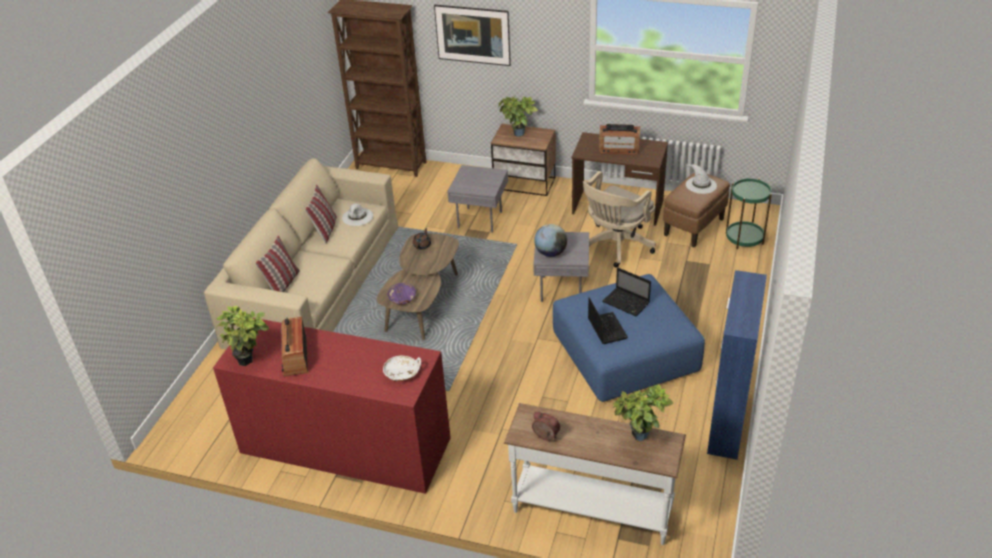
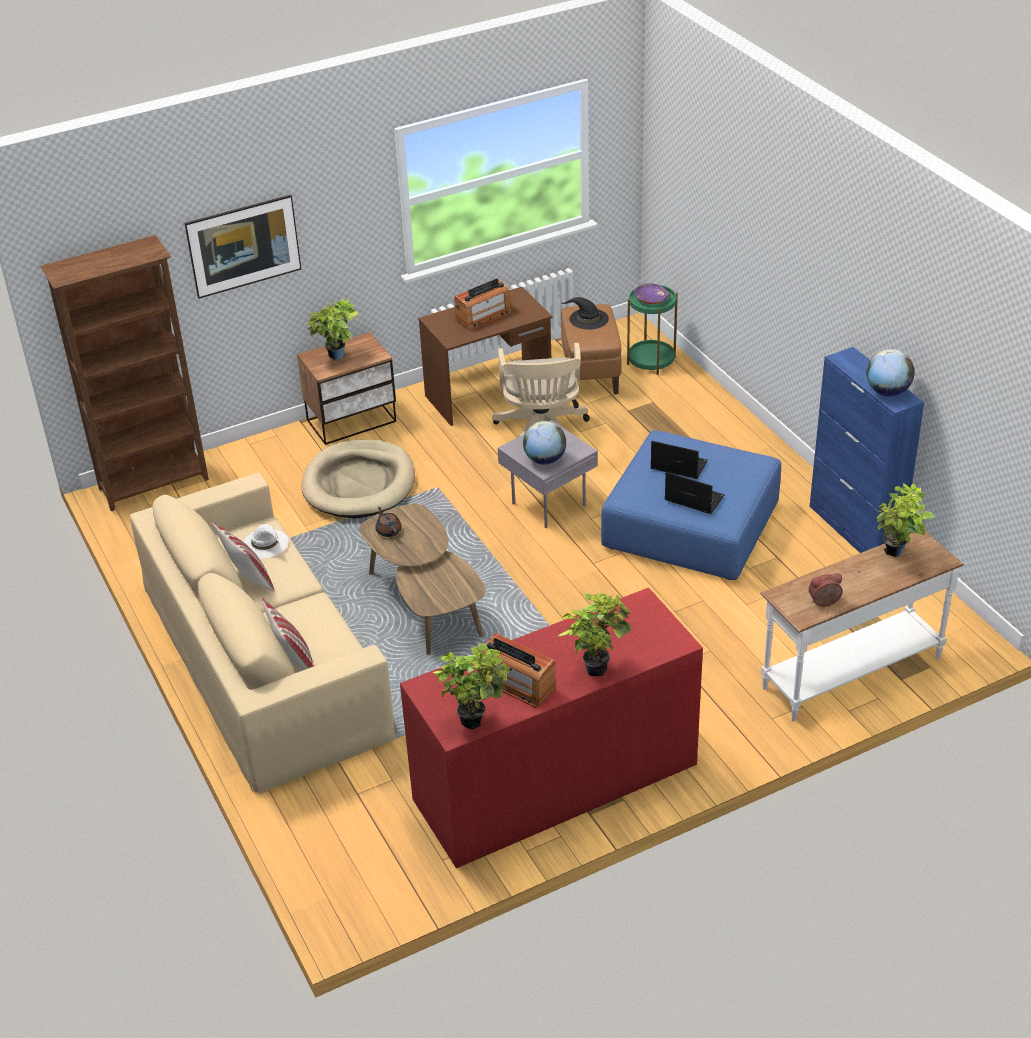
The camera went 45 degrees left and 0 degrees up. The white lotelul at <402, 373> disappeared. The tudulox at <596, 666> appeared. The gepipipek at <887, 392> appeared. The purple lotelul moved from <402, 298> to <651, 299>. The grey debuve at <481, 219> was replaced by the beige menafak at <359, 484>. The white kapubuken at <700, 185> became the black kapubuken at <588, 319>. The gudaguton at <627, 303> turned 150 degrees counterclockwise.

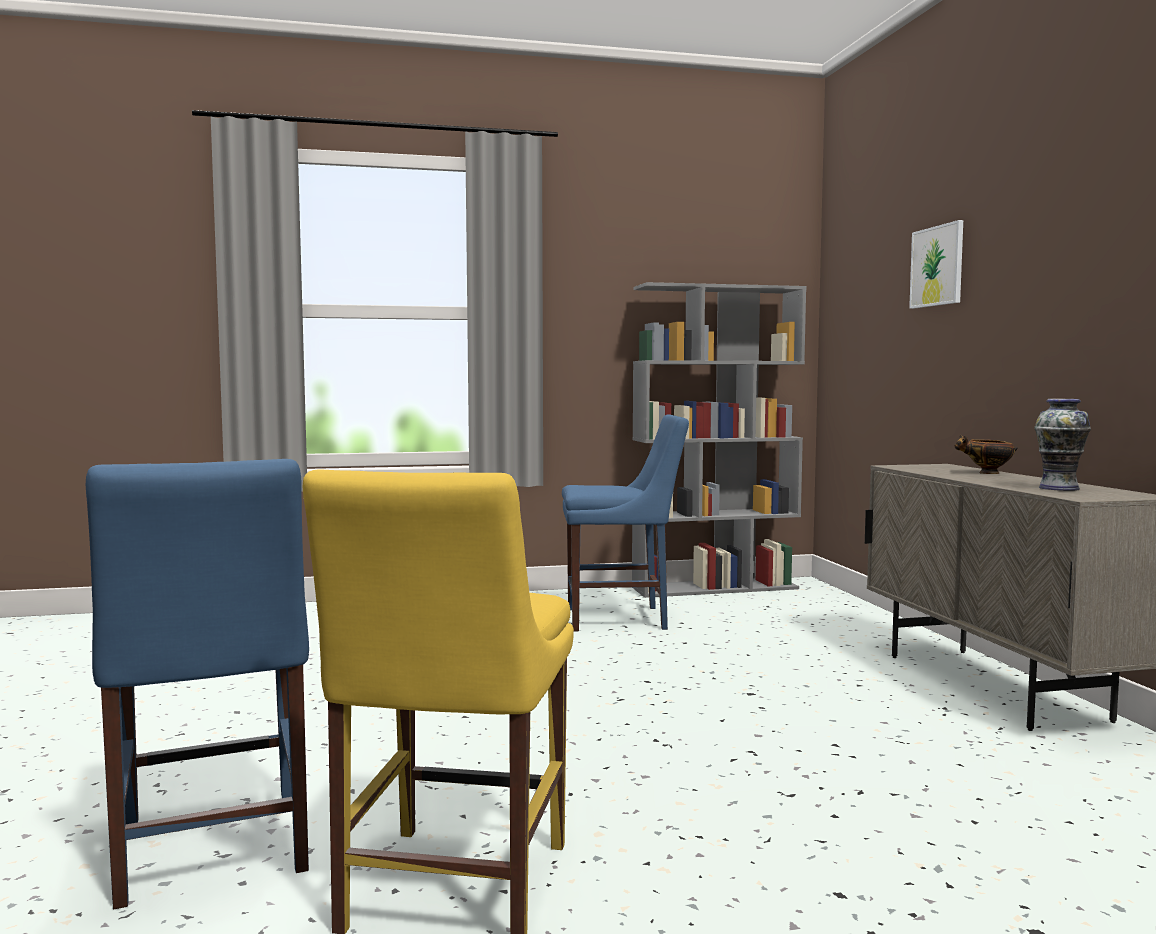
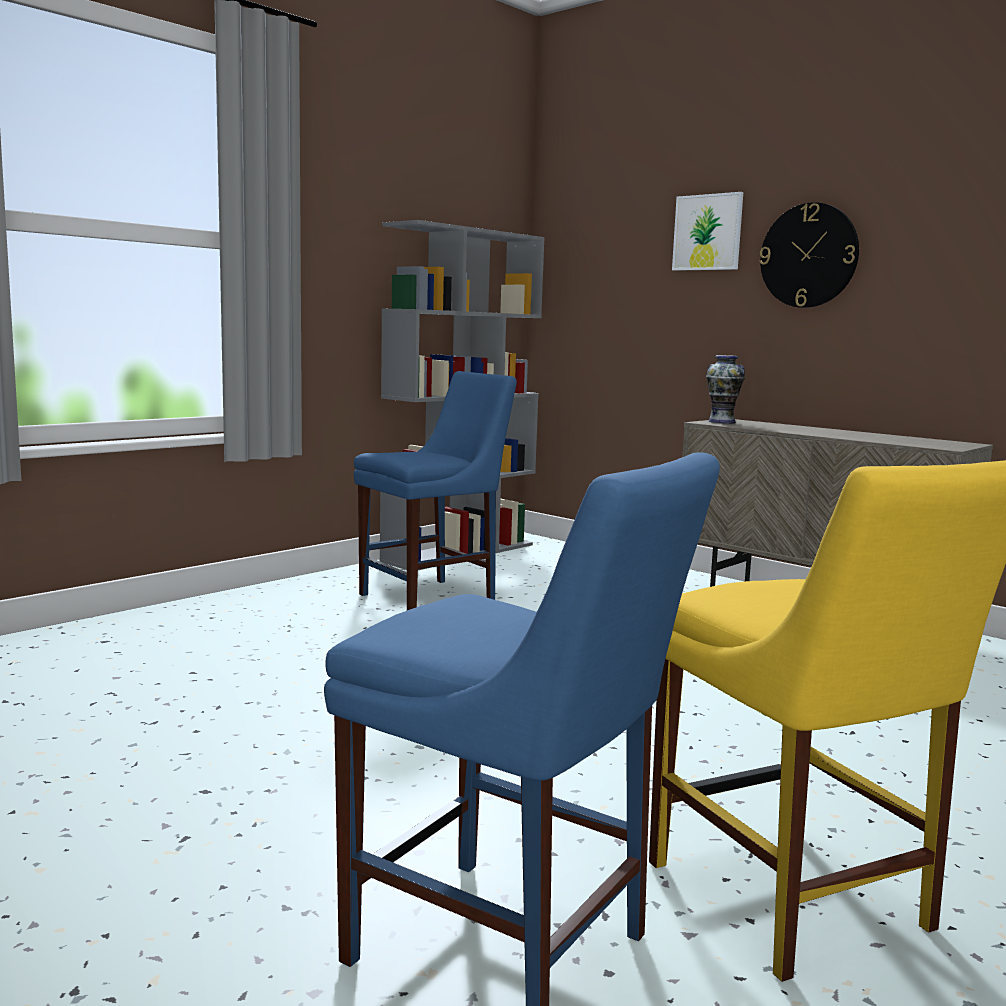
The camera went 35 degrees left and 5 degrees up. The lotelul at <987, 473> disappeared. The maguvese at <809, 255> appeared. The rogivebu moved from <1059, 488> to <722, 422>.

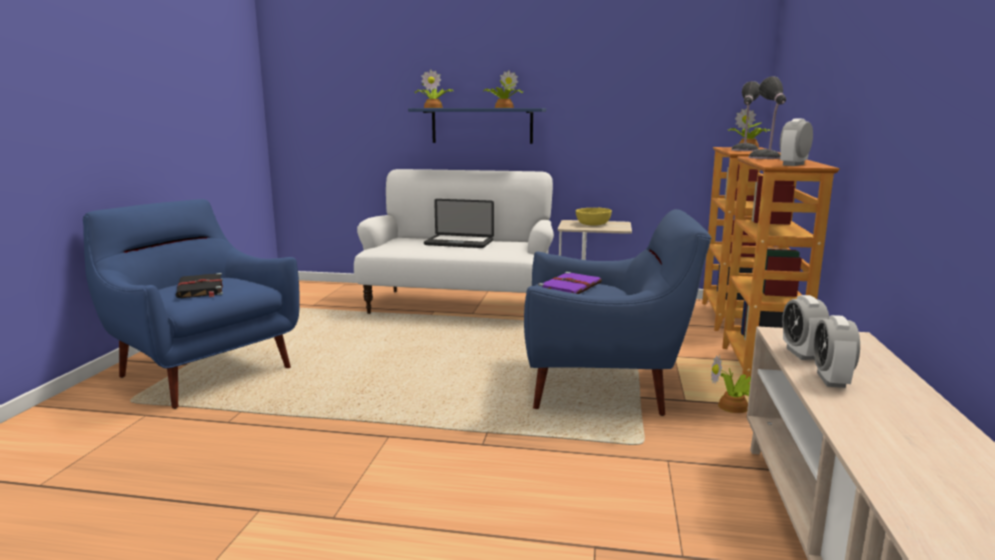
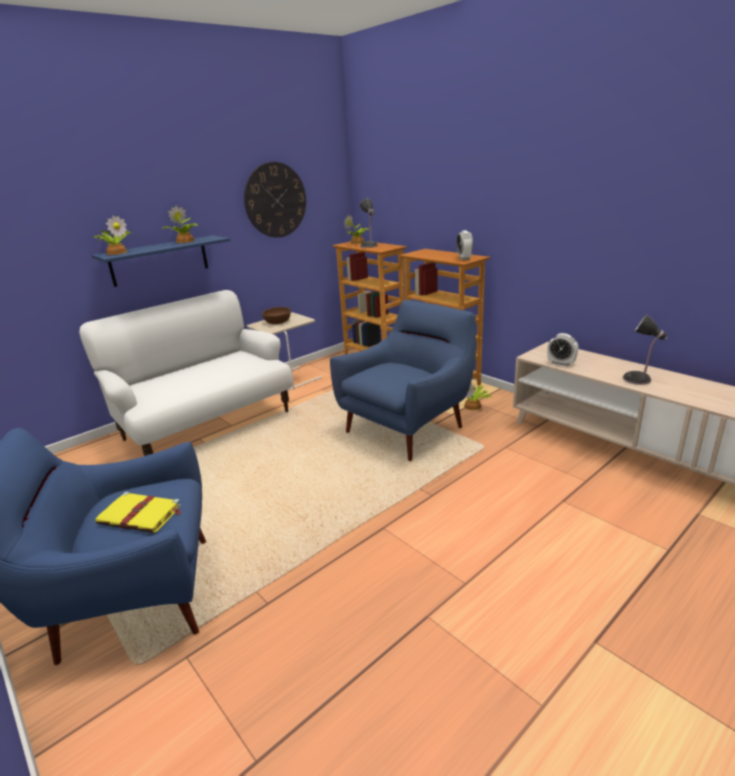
The camera went 50 degrees left and 10 degrees up. The gudaguton at <459, 243> disappeared. The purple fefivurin at <570, 287> disappeared. The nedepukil at <831, 380> disappeared. The maguvese at <275, 200> appeared. The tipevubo moved from <765, 158> to <638, 379>. The black fefivurin at <200, 289> became the yellow fefivurin at <141, 515>. The yellow lotelul at <592, 224> became the brown lotelul at <277, 322>.

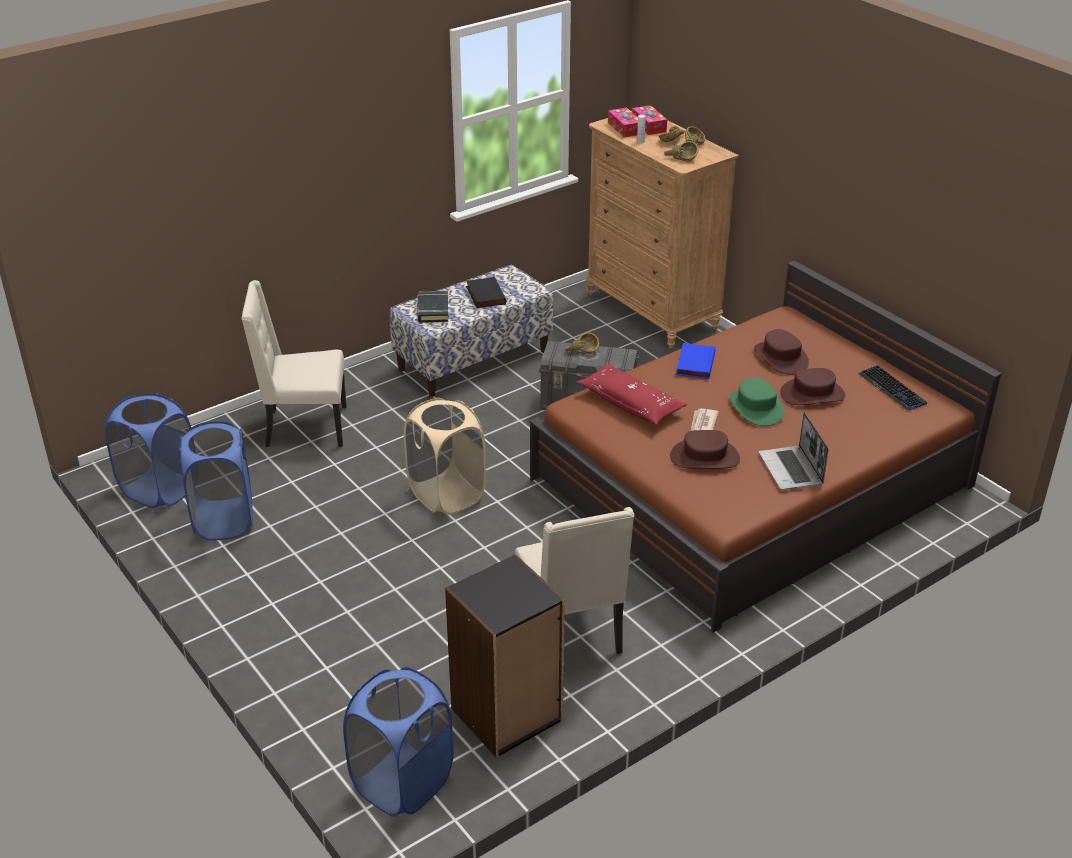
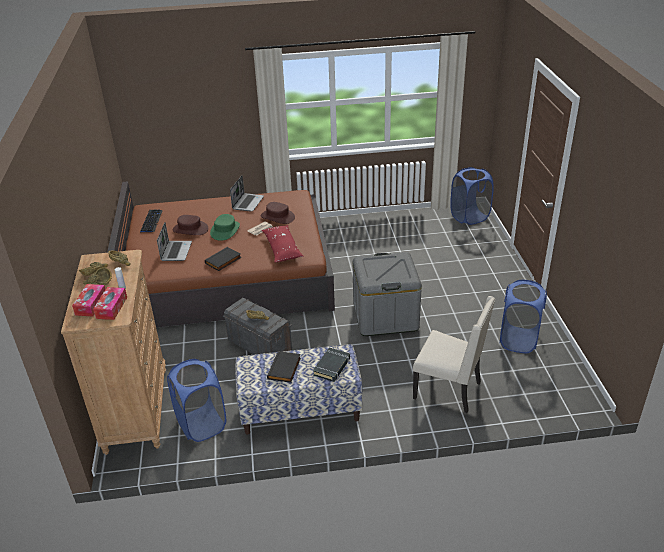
The camera went 150 degrees left and 0 degrees up. The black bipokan at <507, 715> disappeared. The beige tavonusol at <572, 632> disappeared. The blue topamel moved from <159, 489> to <201, 424>. The beige topamel at <446, 494> was replaced by the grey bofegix at <385, 316>. The brown kapubuken at <781, 357> was replaced by the gudaguton at <176, 251>. The blue fefivurin at <694, 363> became the black fefivurin at <223, 261>.

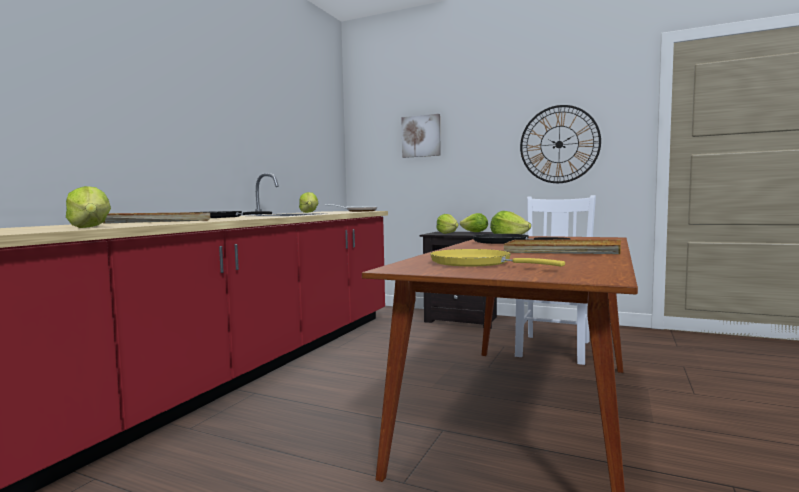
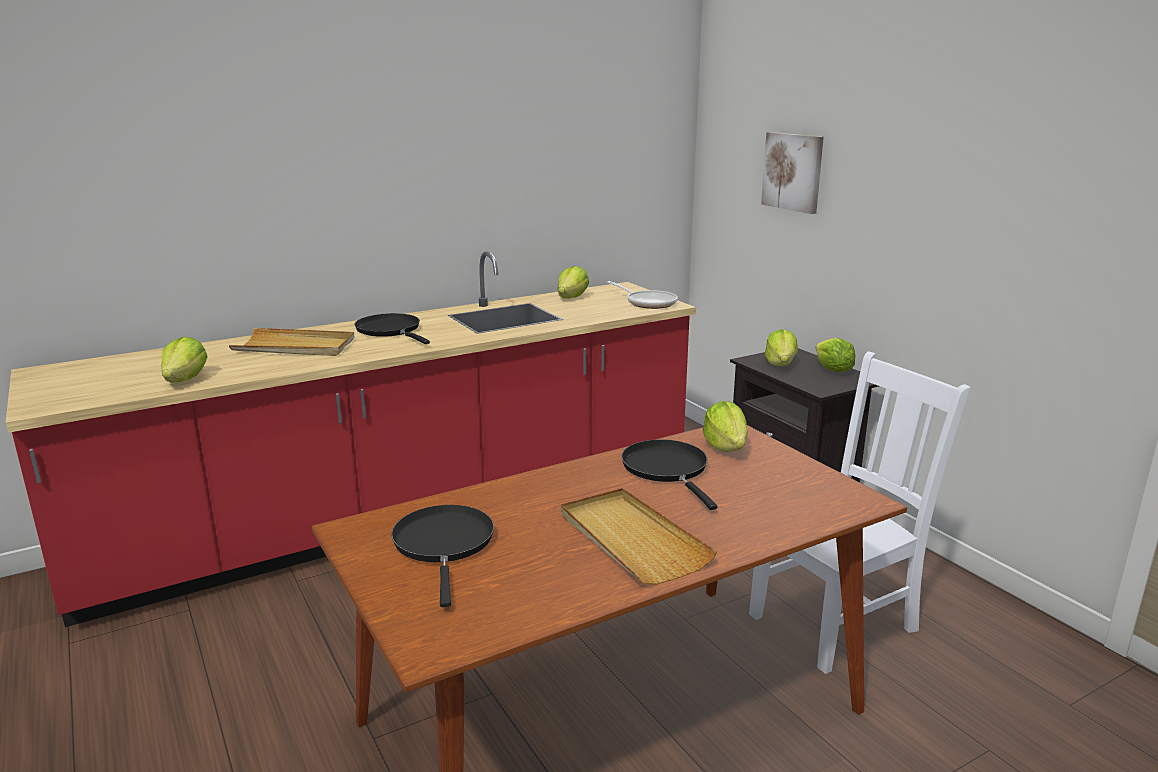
The camera went 35 degrees right and 15 degrees up. The maguvese at <559, 144> disappeared. The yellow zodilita at <476, 263> became the black zodilita at <444, 544>.

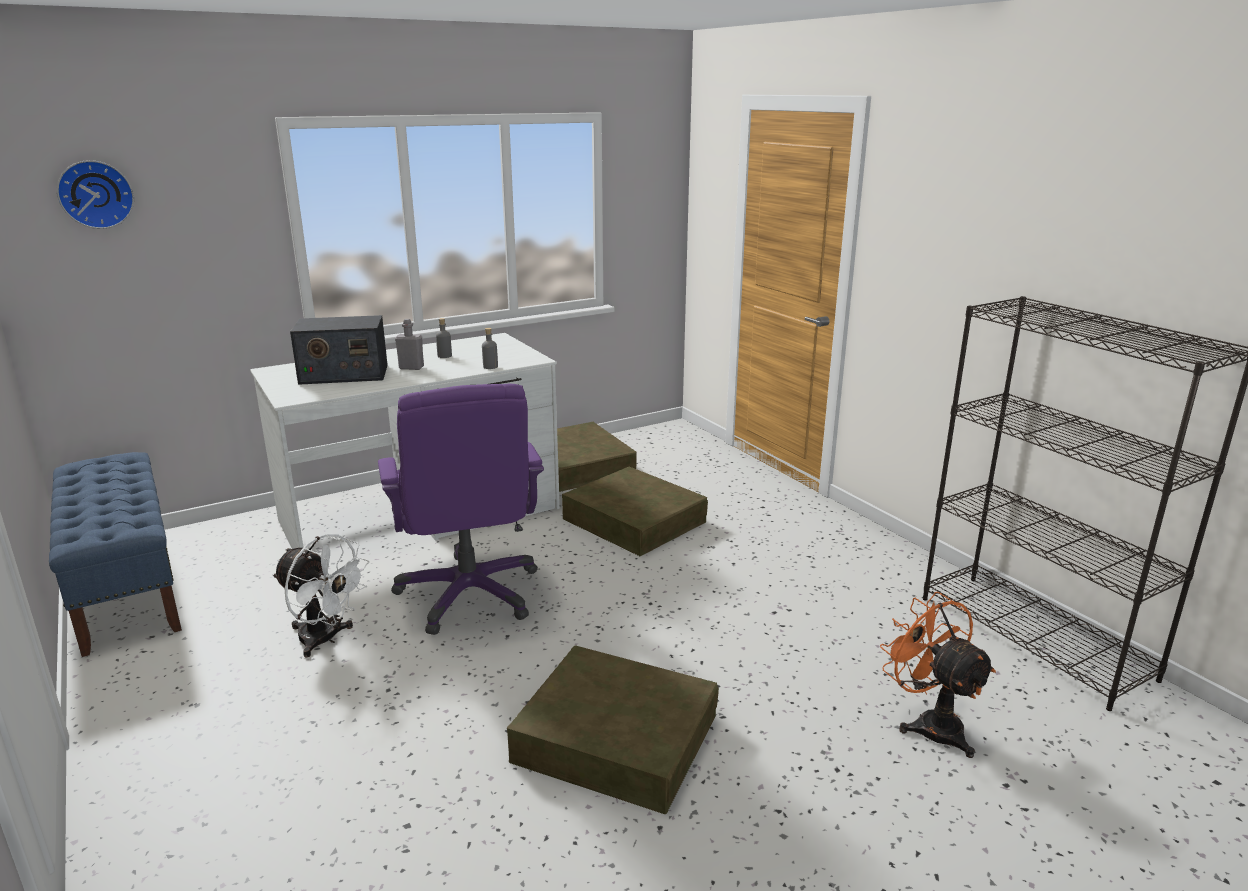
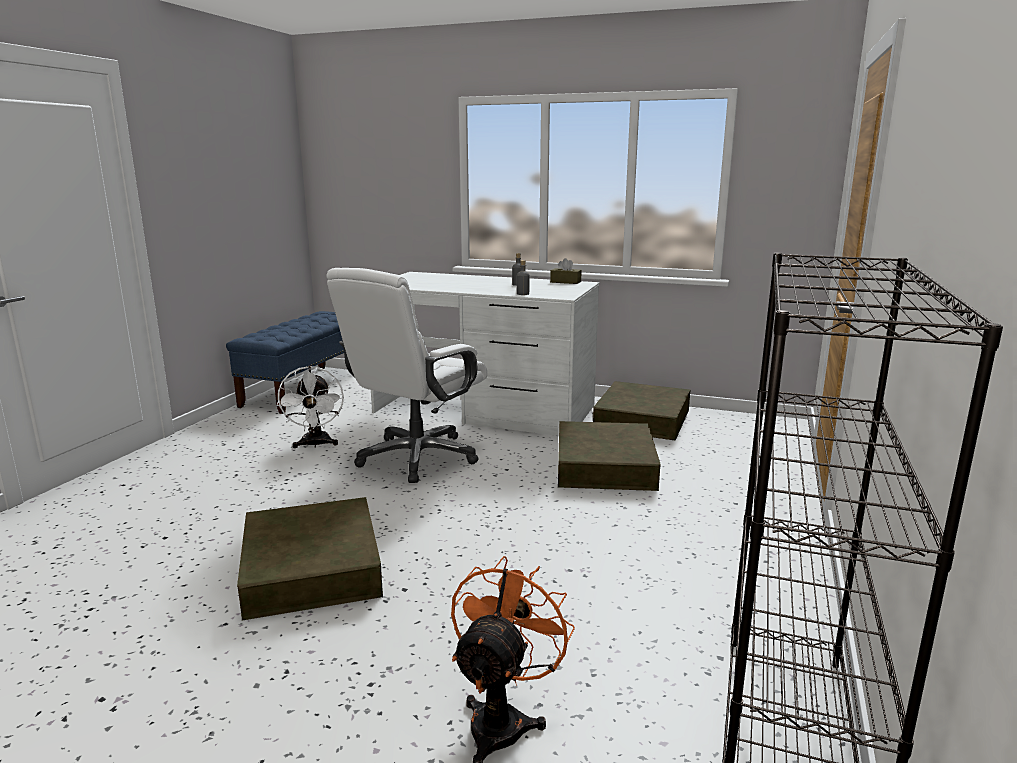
The camera went 50 degrees right and 5 degrees down. The maguvese at <96, 194> disappeared. The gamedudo at <343, 374> disappeared. The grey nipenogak at <411, 367> disappeared. The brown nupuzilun at <565, 282> appeared. The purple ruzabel at <469, 594> became the white ruzabel at <417, 457>.

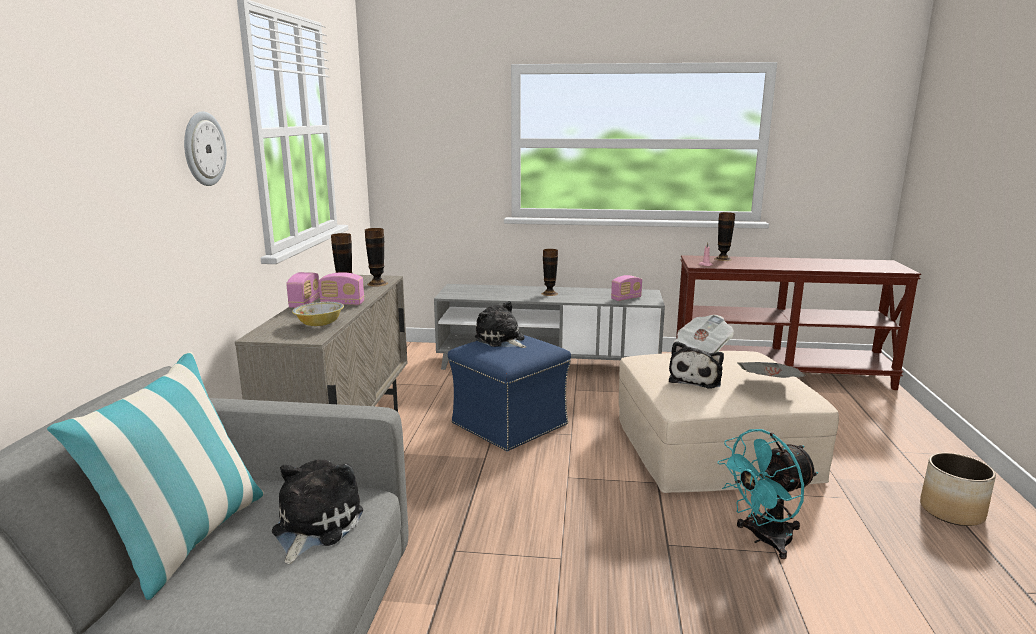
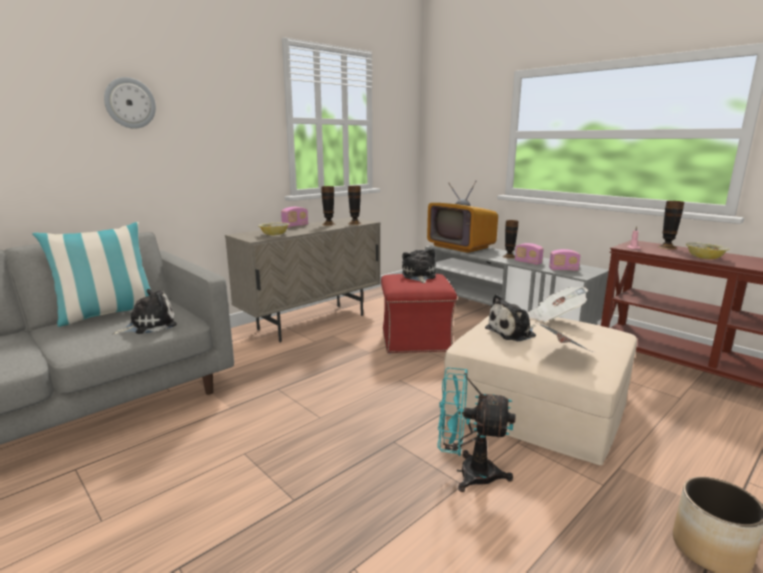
The camera went 40 degrees right and 0 degrees up. The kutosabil at <461, 246> appeared. The lotelul at <704, 258> appeared. The maguvese moved from <203, 149> to <130, 103>. The gamedudo moved from <342, 304> to <528, 262>. The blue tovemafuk at <509, 425> became the red tovemafuk at <415, 340>.

